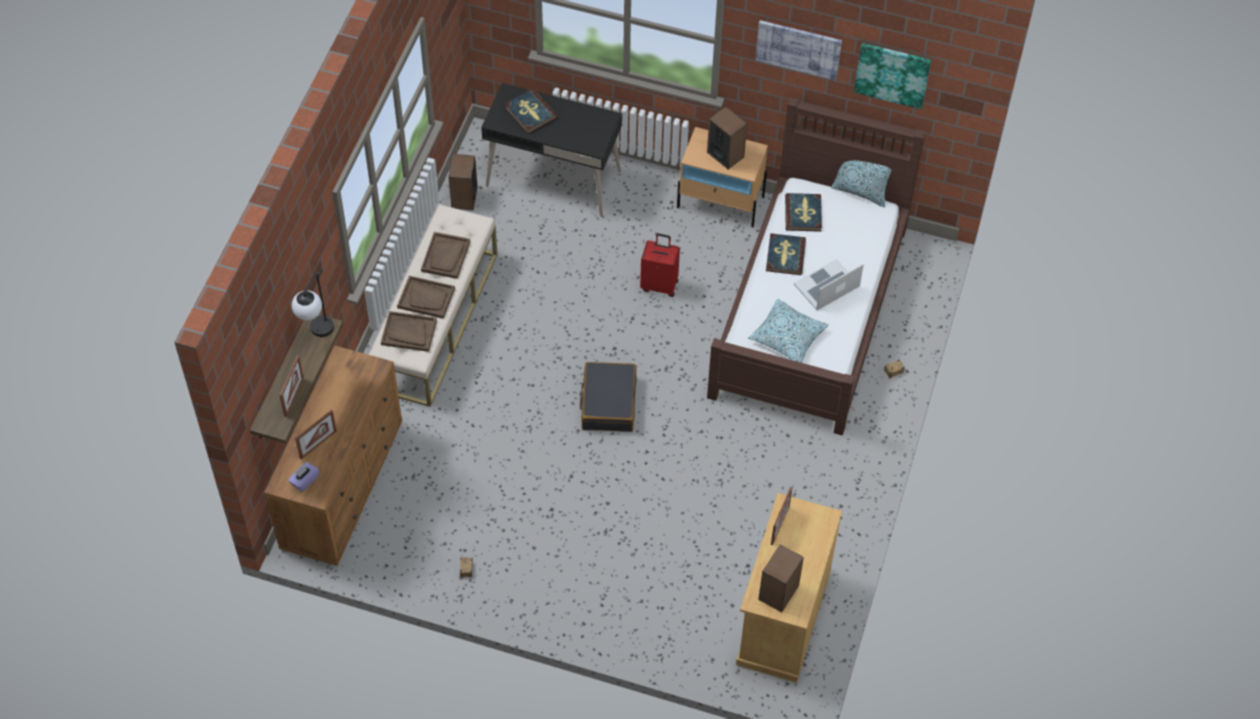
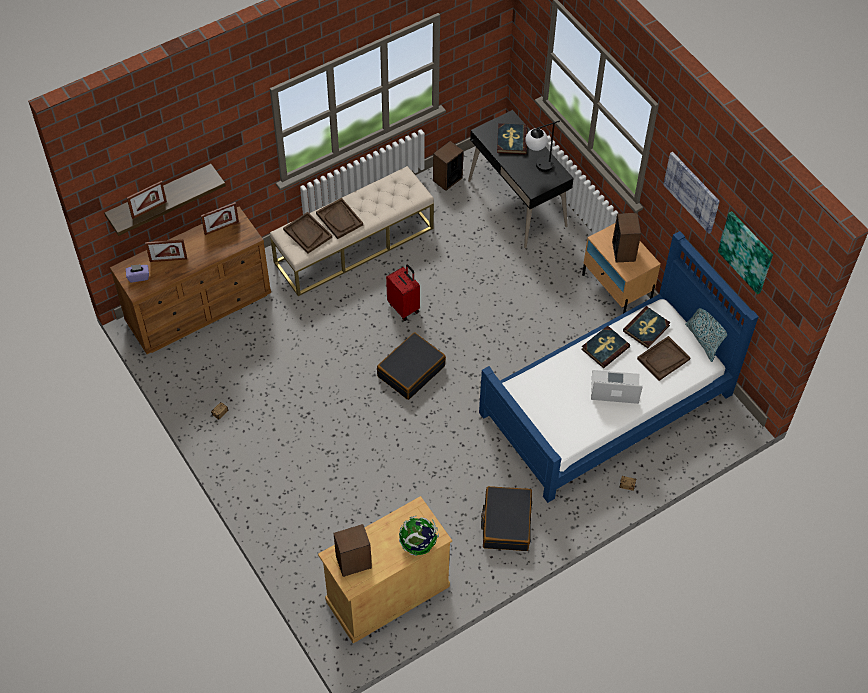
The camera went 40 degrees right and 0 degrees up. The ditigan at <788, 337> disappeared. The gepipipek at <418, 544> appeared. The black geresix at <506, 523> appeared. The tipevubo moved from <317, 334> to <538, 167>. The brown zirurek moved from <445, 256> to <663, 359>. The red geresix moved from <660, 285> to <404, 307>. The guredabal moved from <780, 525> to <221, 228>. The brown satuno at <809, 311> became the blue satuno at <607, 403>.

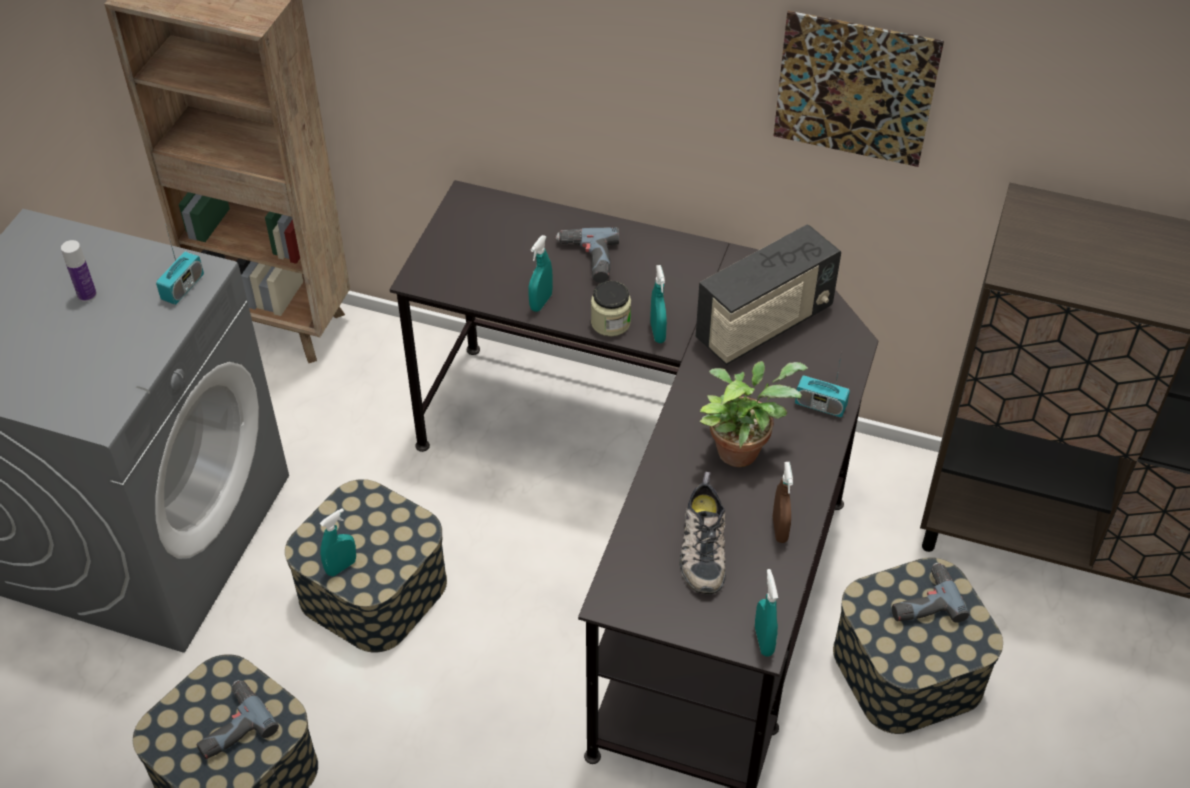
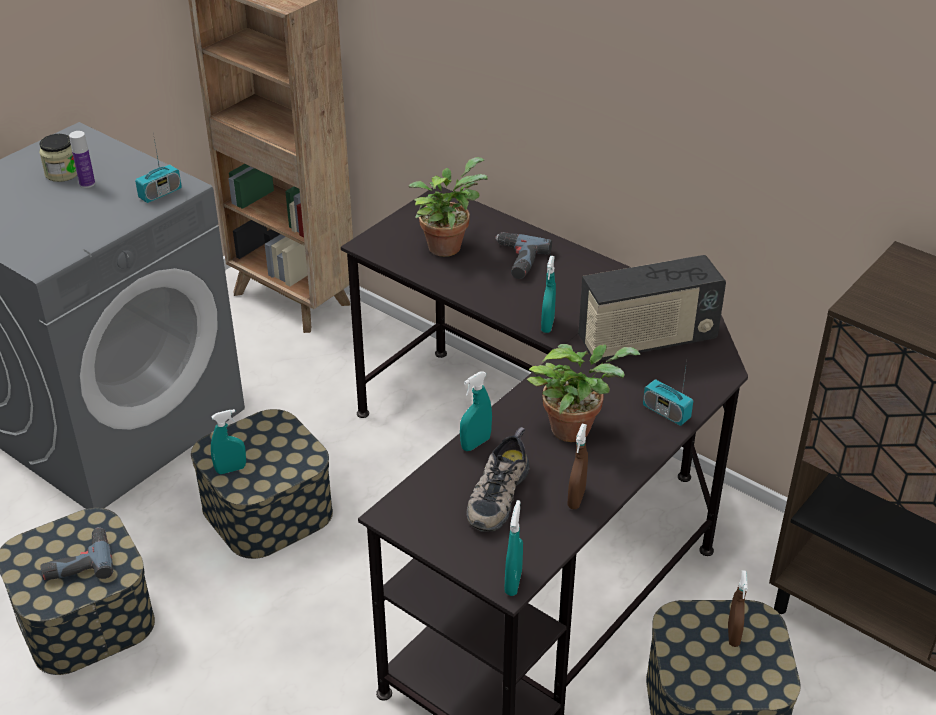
The camera went 20 degrees right and 10 degrees down. The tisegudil at <855, 89> disappeared. The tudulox at <446, 245> appeared. The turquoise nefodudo moved from <541, 302> to <475, 443>. The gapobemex moved from <610, 322> to <62, 173>. The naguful at <922, 600> was replaced by the brown nefodudo at <733, 635>.

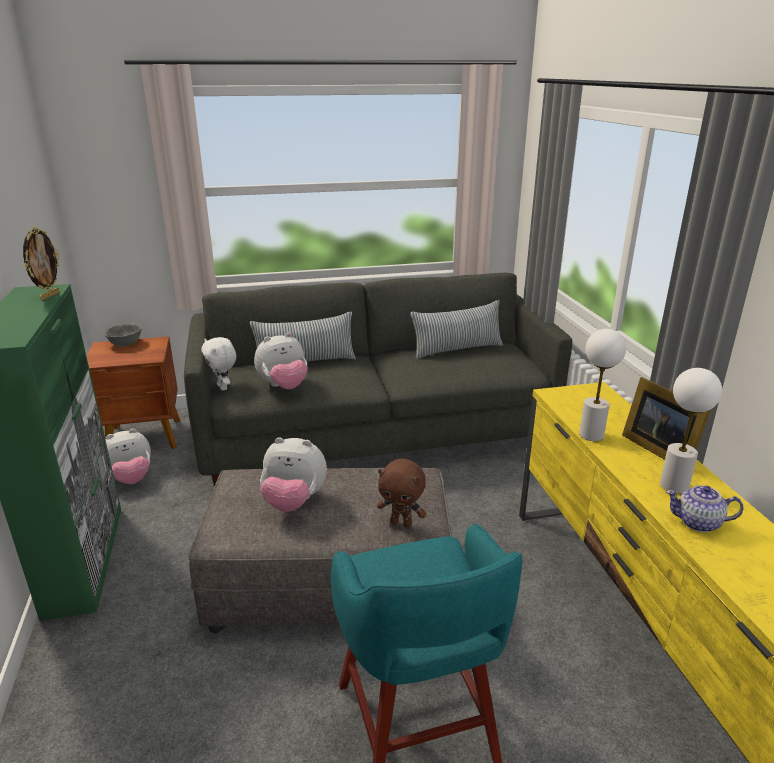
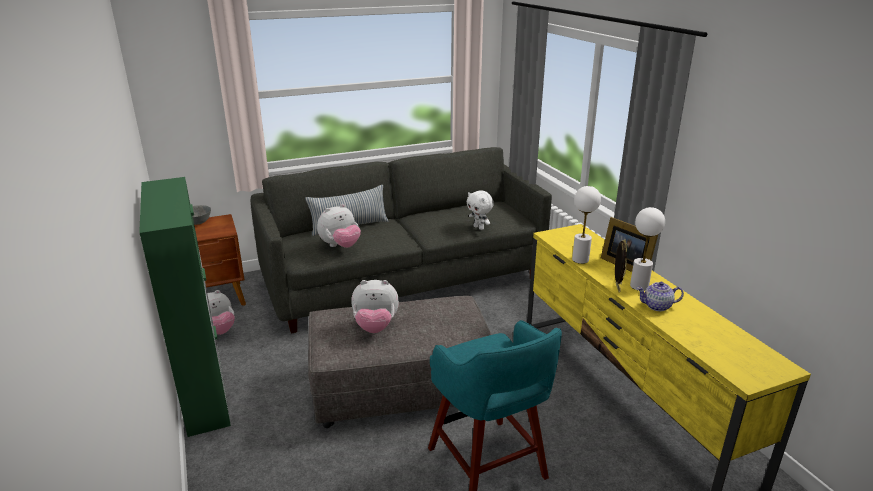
The camera went 10 degrees left and 0 degrees up. The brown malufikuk at <401, 523> disappeared. The ditigan at <457, 349> disappeared. The guredabal moved from <49, 296> to <616, 287>. The white malufikuk moved from <223, 387> to <479, 227>.

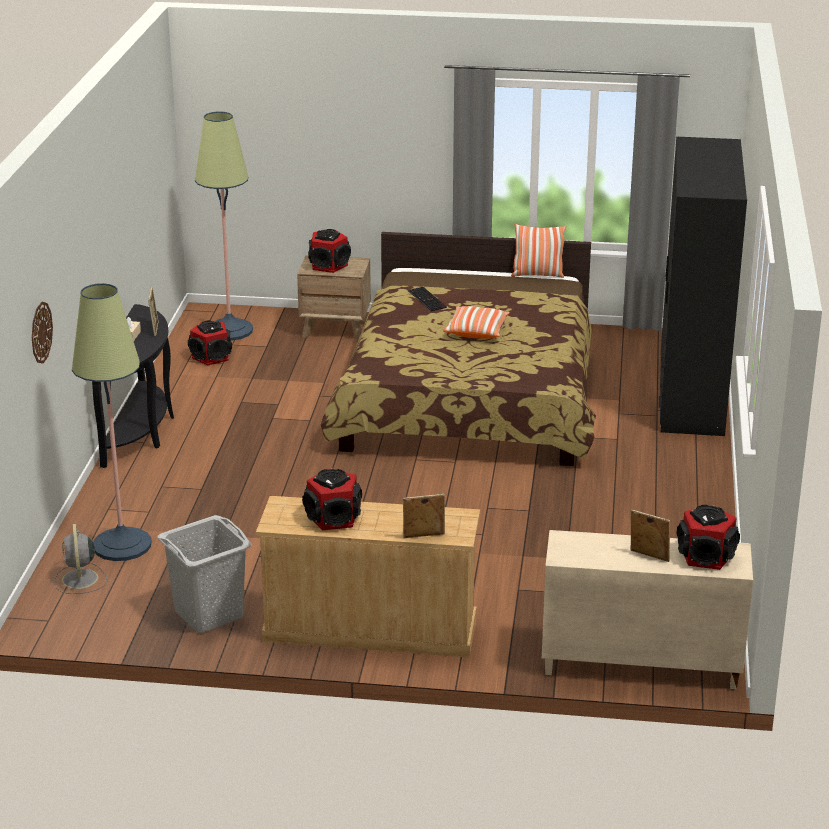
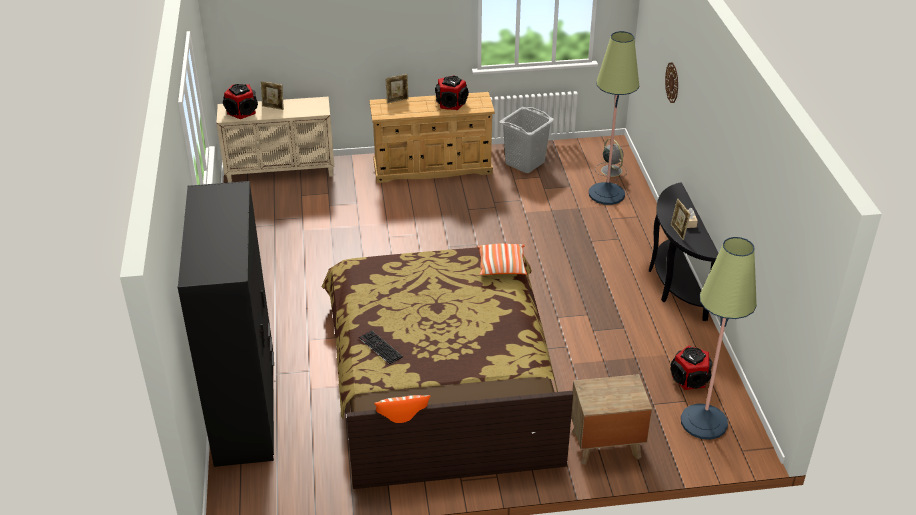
The camera went 165 degrees right and 10 degrees up. The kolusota at <329, 265> disappeared. The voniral moved from <428, 299> to <379, 347>. The ditigan moved from <476, 331> to <502, 267>.

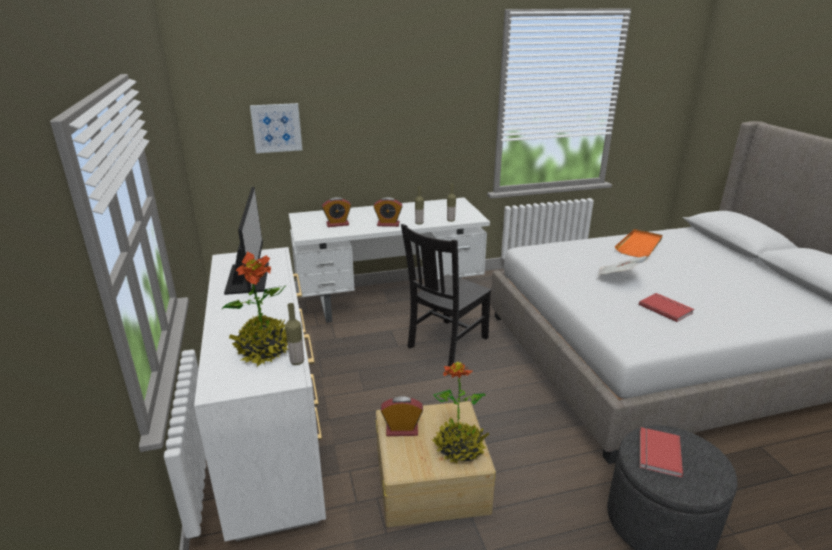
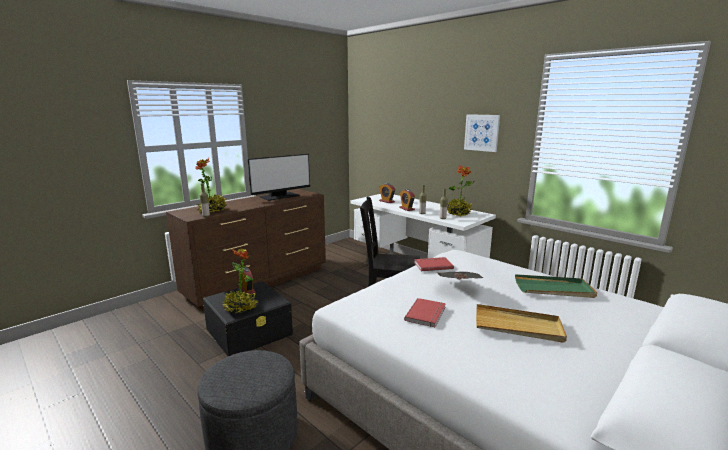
The camera went 60 degrees right and 10 degrees down. The tudulox at <458, 214> appeared. The beige zirurek at <518, 326> appeared. The tisegudil moved from <276, 128> to <482, 132>. The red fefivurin moved from <657, 453> to <432, 265>. The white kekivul at <272, 433> became the brown kekivul at <259, 281>. The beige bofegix at <431, 478> became the black bofegix at <250, 331>. The orange zirurek at <639, 245> became the green zirurek at <554, 289>.

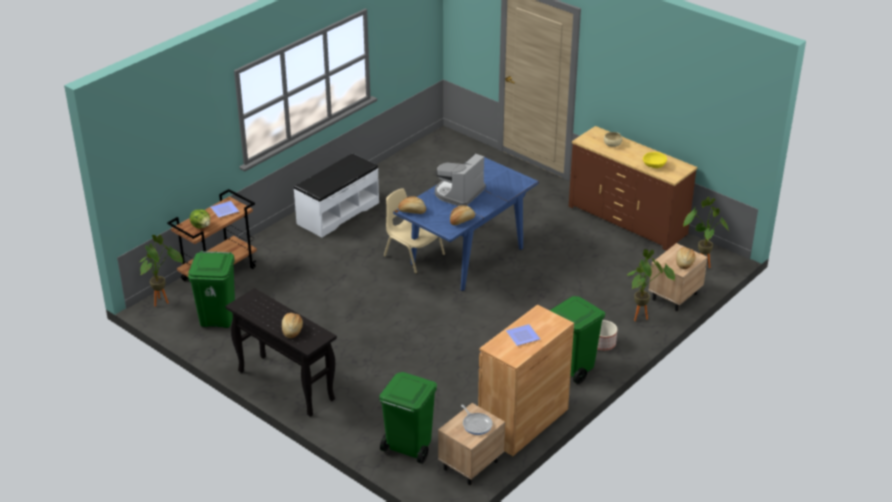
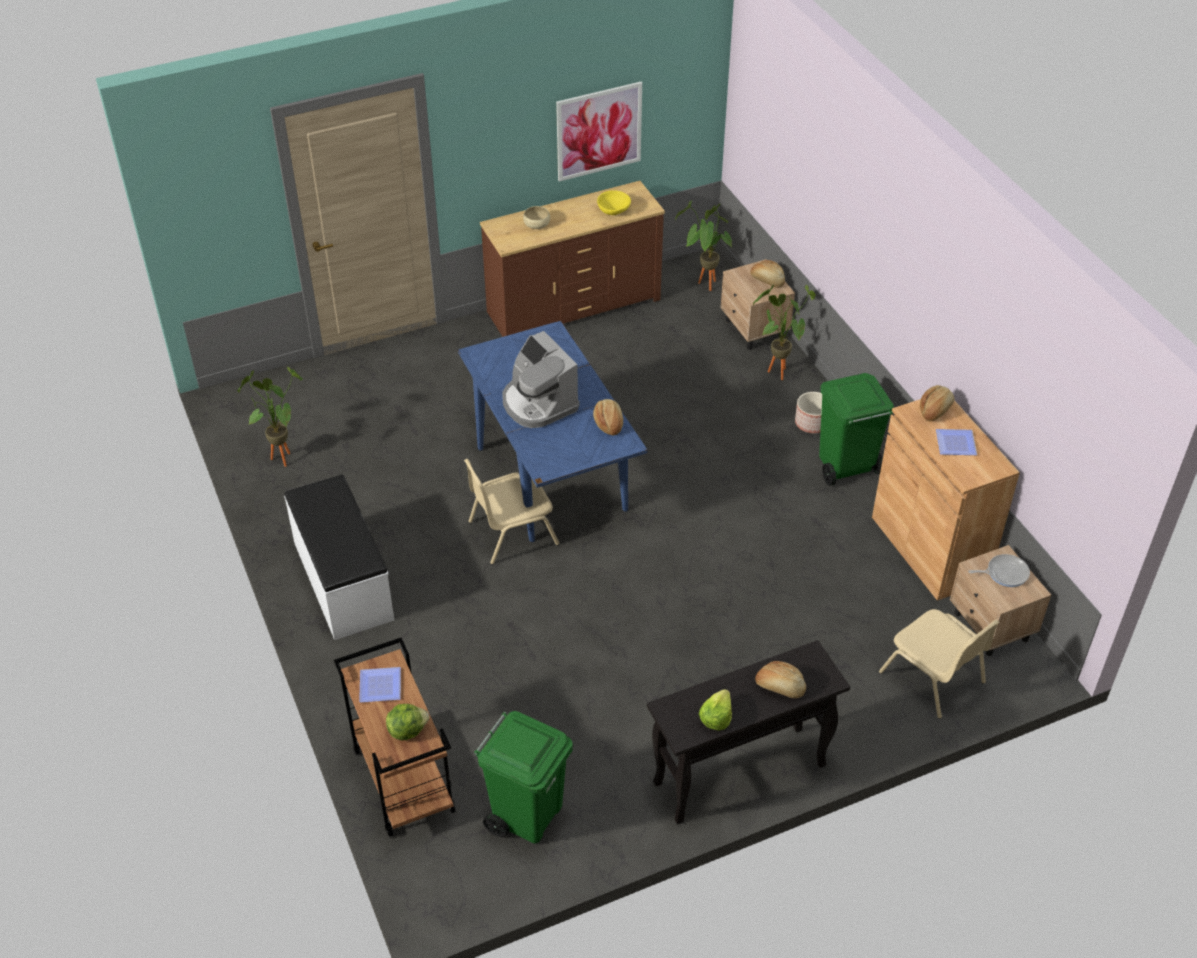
The camera went 65 degrees left and 10 degrees up. The tisegudil at <599, 131> appeared. The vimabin at <716, 717> appeared. The tudulox moved from <164, 301> to <281, 455>. The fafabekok moved from <412, 211> to <935, 410>. The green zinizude at <408, 448> was replaced by the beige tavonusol at <933, 678>.

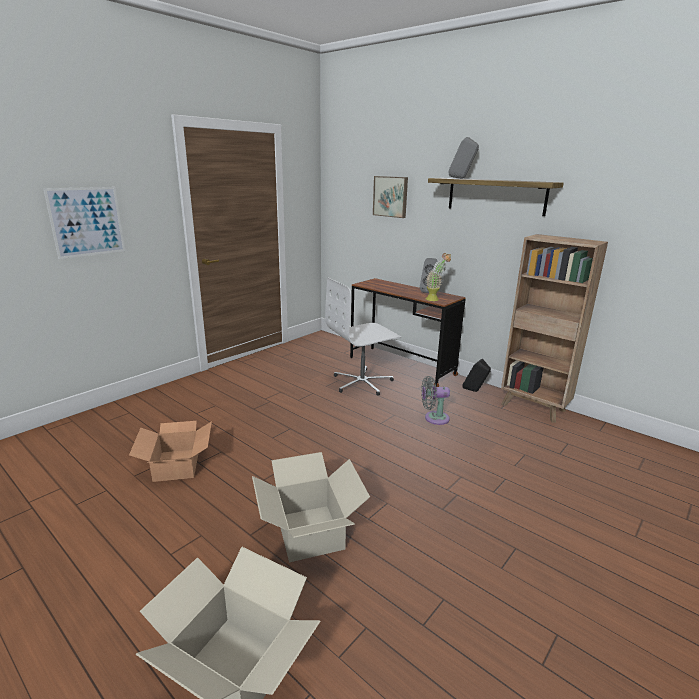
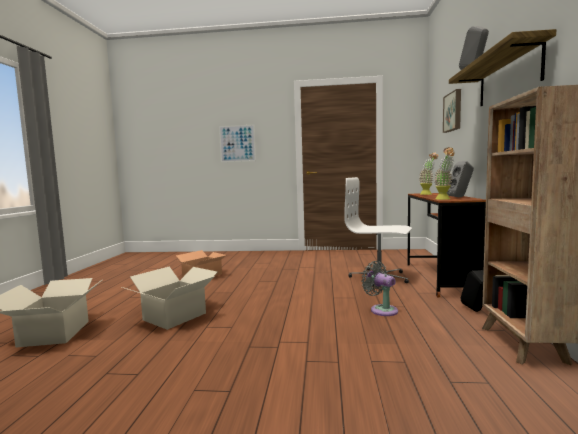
The camera went 55 degrees right and 15 degrees down. The tudulox at <428, 194> appeared.

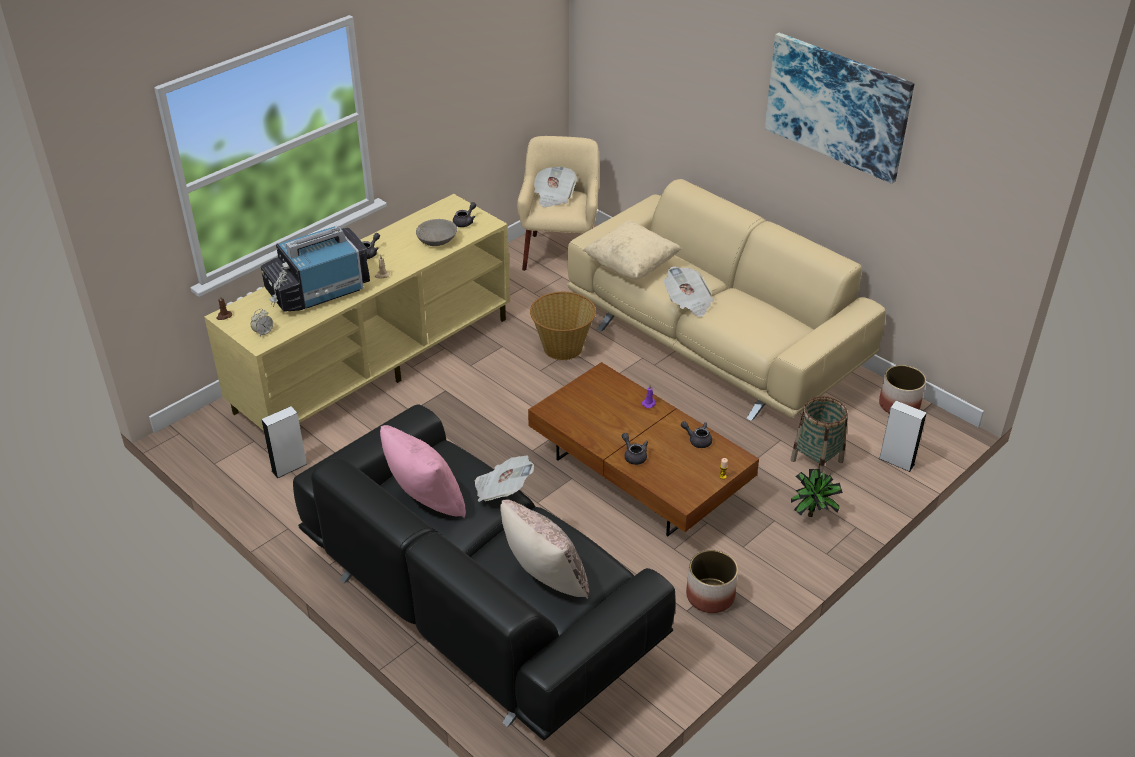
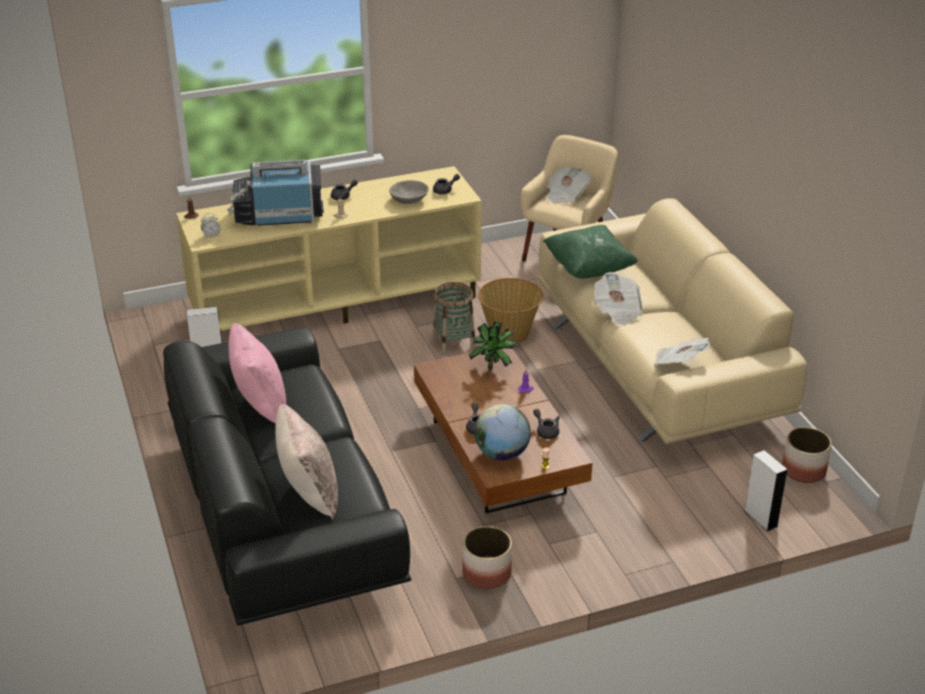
The camera went 25 degrees right and 5 degrees down. The tisegudil at <837, 106> disappeared. The gepipipek at <501, 454> appeared. The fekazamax moved from <502, 490> to <679, 363>. The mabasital moved from <816, 461> to <454, 344>. The tudulox moved from <812, 513> to <494, 368>. The beige ditigan at <631, 266> became the green ditigan at <589, 268>.

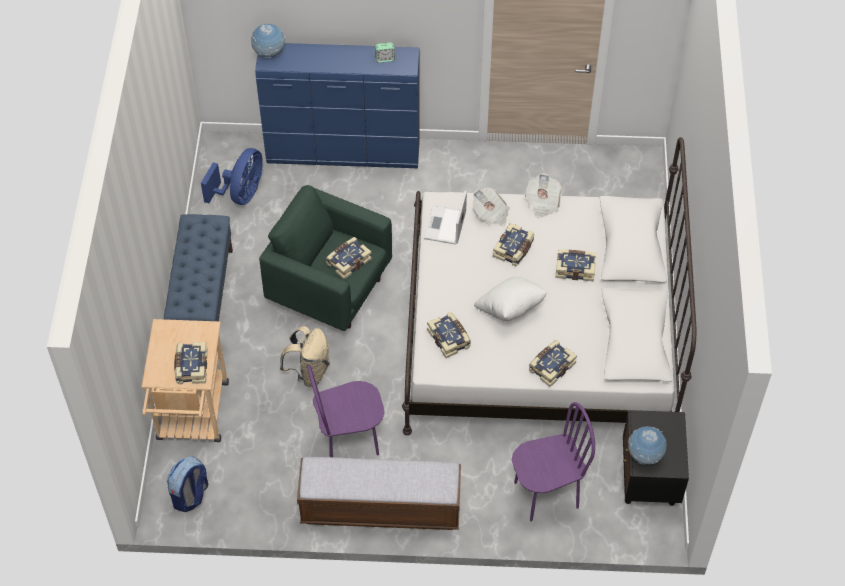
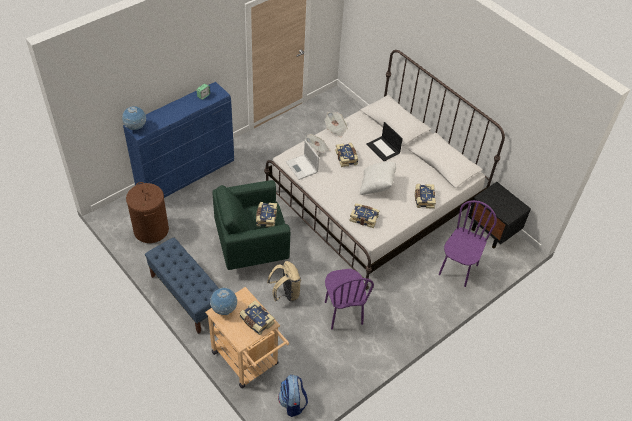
The camera went 45 degrees left and 5 degrees down. The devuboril at <380, 508> disappeared. The gepipipek moved from <644, 456> to <224, 309>. The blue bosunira at <241, 194> was replaced by the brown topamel at <151, 230>. The fefivurin at <575, 268> was replaced by the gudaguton at <383, 149>. The purple tavonusol at <349, 441> turned 45 degrees counterclockwise.

